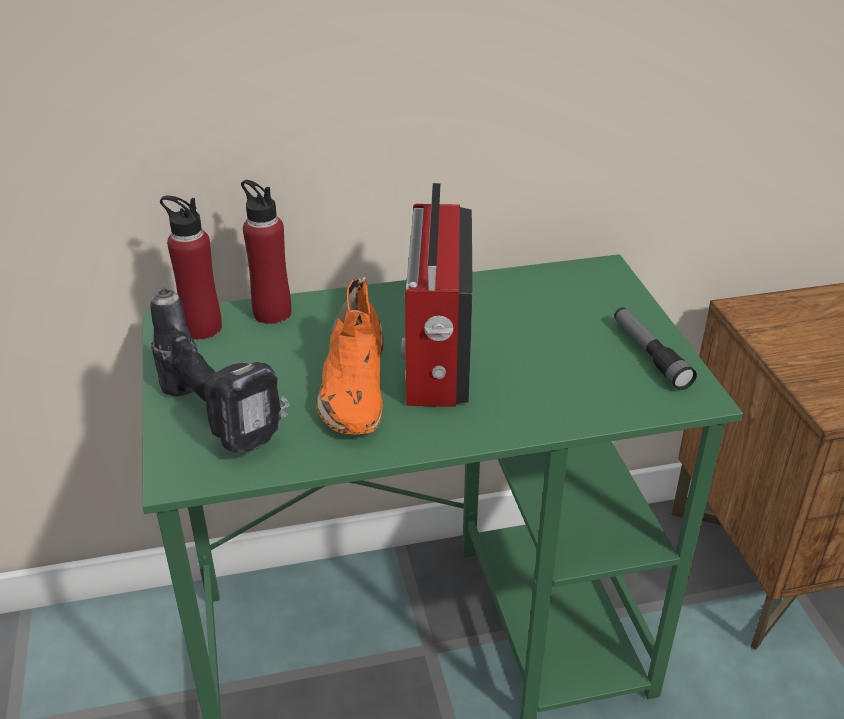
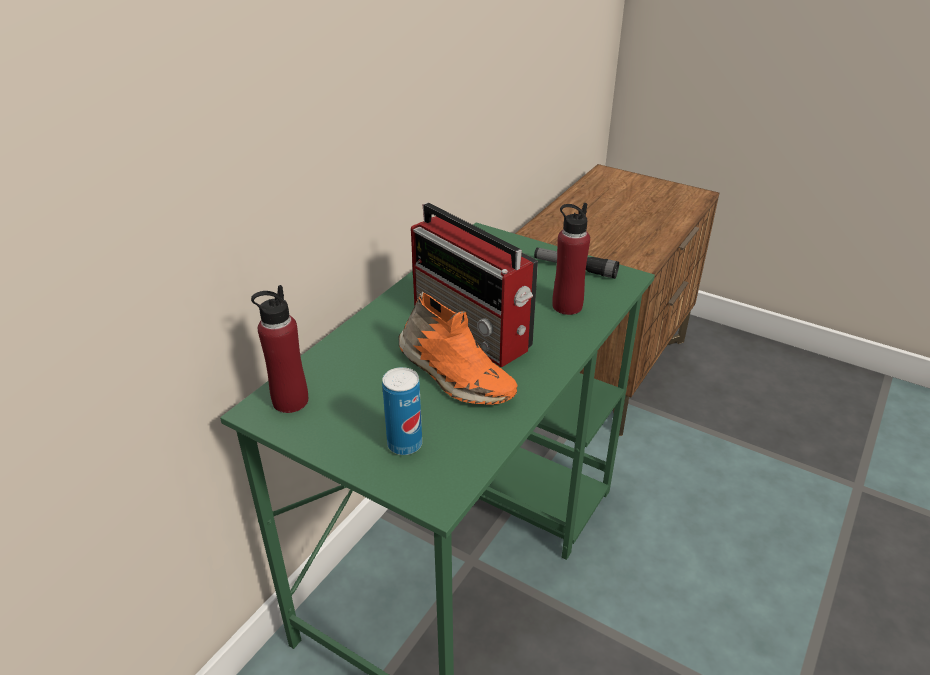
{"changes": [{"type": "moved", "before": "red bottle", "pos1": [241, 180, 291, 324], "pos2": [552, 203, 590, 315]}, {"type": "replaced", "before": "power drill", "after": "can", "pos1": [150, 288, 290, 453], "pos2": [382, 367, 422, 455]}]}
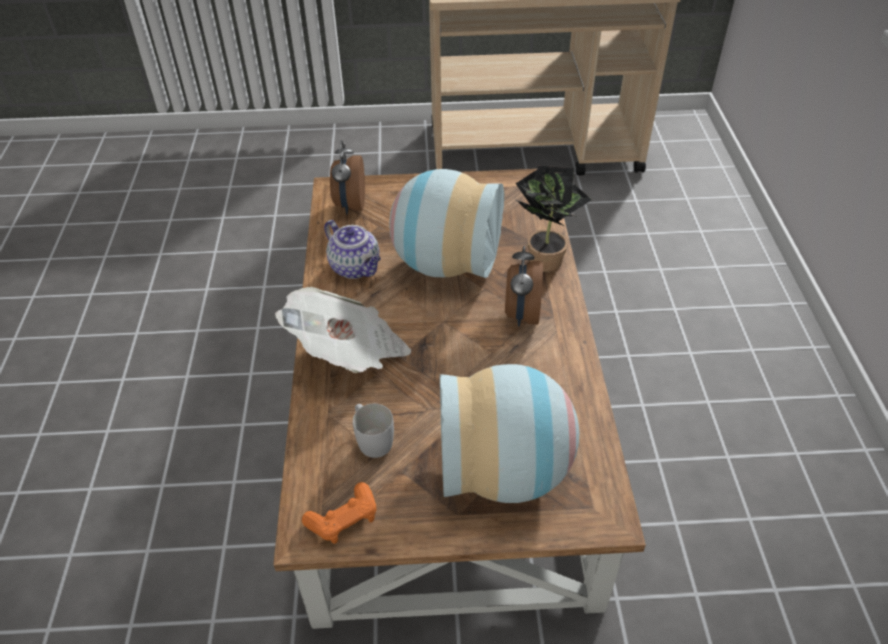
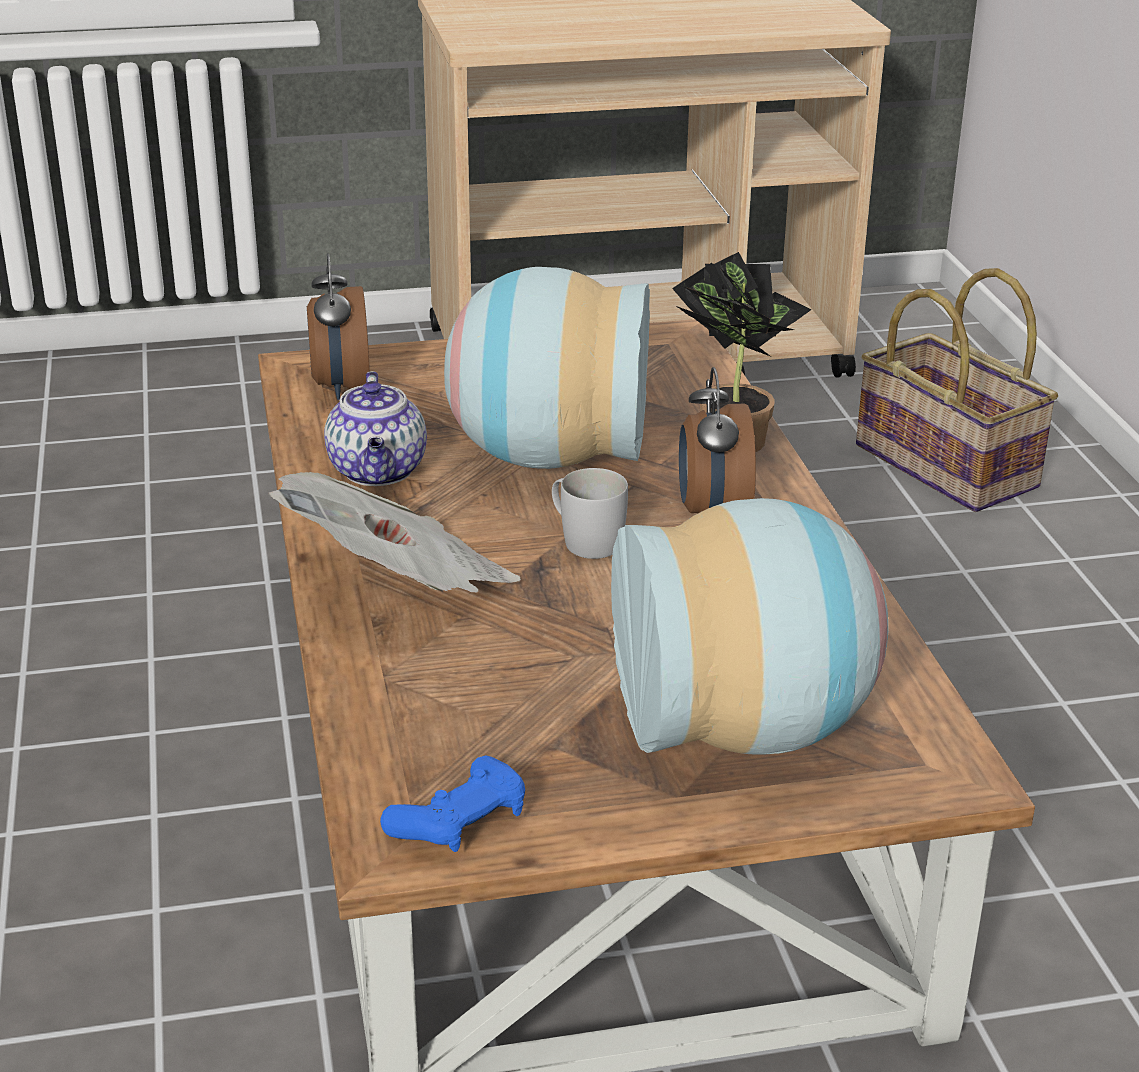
{"changes": [{"type": "added", "after": "basket", "pos2": [856, 268, 1058, 512]}, {"type": "moved", "before": "white mug", "pos1": [353, 404, 394, 458], "pos2": [552, 468, 628, 559]}, {"type": "recoloured", "before": "orange game controller", "after": "blue game controller", "pos1": [302, 482, 376, 544], "pos2": [380, 755, 525, 852]}, {"type": "turned", "before": "teapot", "pos1": [324, 220, 381, 279], "pos2": [324, 371, 427, 486], "turn": 45}]}
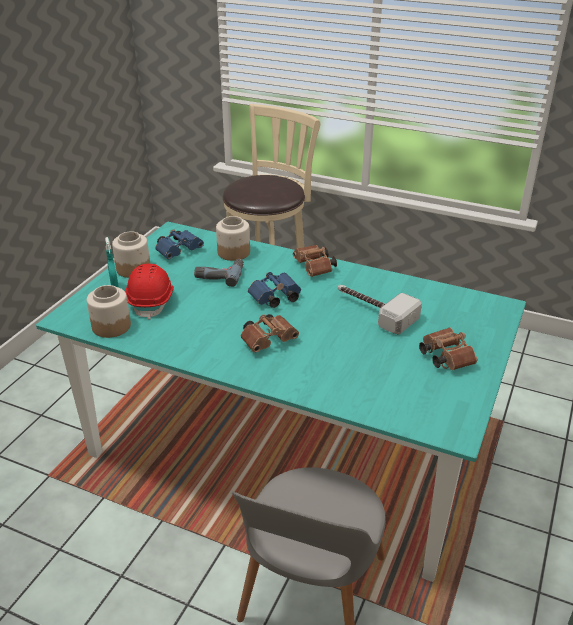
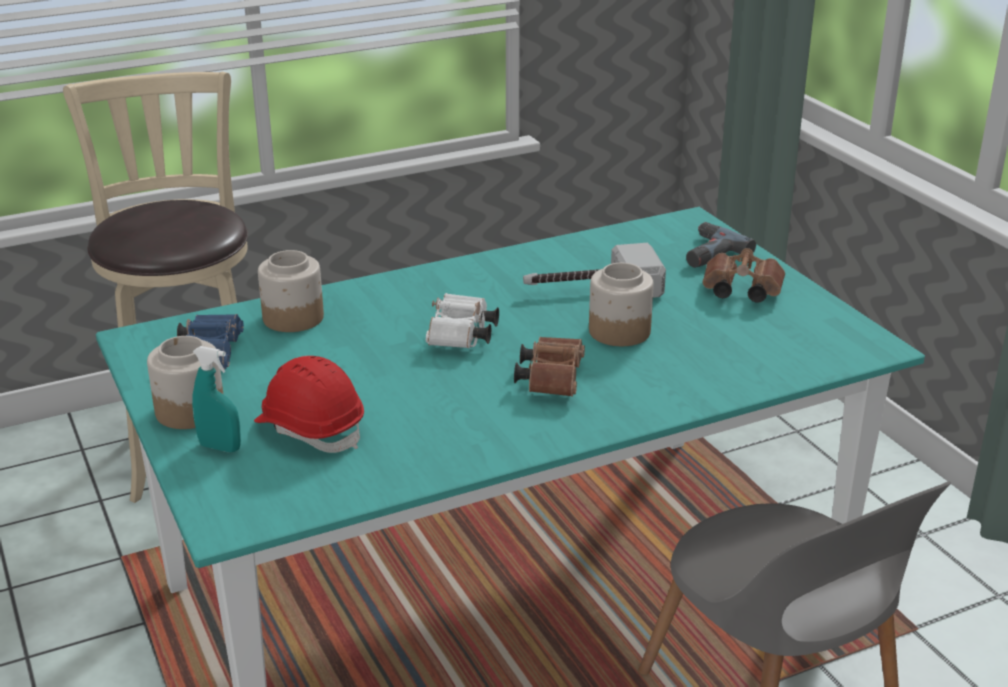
{"changes": [{"type": "removed", "before": "brown binoculars", "pos1": [293, 245, 337, 277]}, {"type": "moved", "before": "jar", "pos1": [87, 285, 131, 338], "pos2": [589, 263, 654, 346]}, {"type": "moved", "before": "power drill", "pos1": [194, 259, 244, 287], "pos2": [686, 222, 756, 268]}, {"type": "recoloured", "before": "blue binoculars", "after": "white binoculars", "pos1": [248, 272, 301, 308], "pos2": [426, 293, 499, 348]}]}
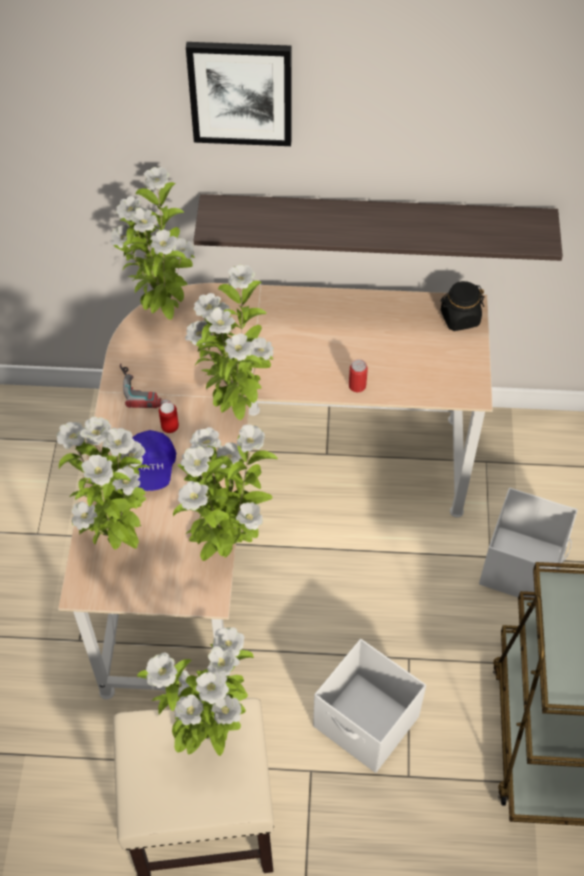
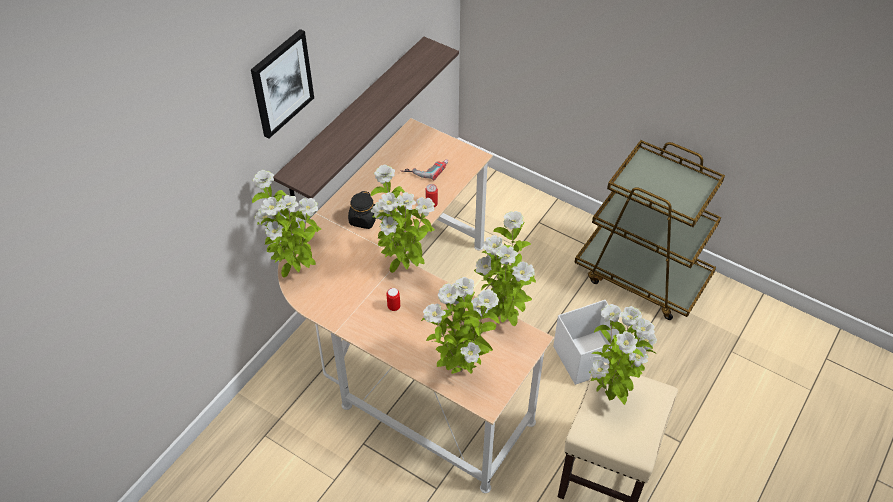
{"changes": [{"type": "removed", "before": "blue cap", "pos1": [128, 430, 176, 491]}, {"type": "removed", "before": "white storage box", "pos1": [479, 488, 578, 598]}, {"type": "moved", "before": "power drill", "pos1": [120, 363, 172, 408], "pos2": [400, 159, 448, 180]}, {"type": "moved", "before": "black jar", "pos1": [440, 281, 485, 331], "pos2": [348, 191, 376, 229]}]}
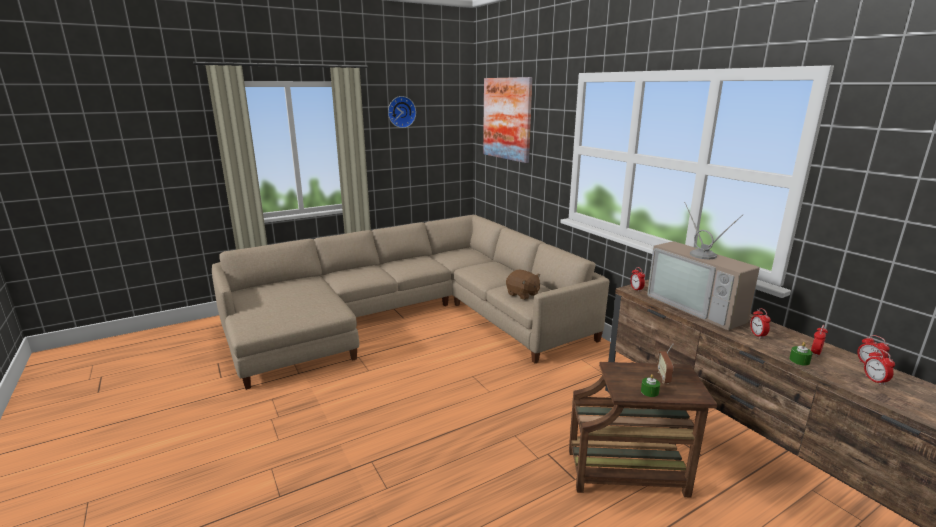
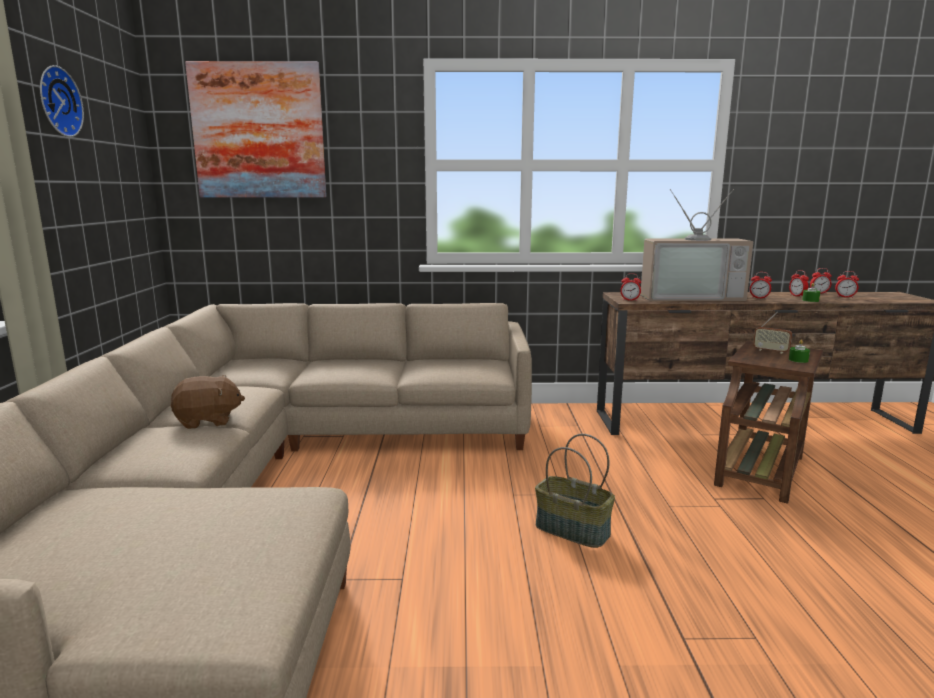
{"changes": [{"type": "added", "after": "basket", "pos2": [535, 434, 615, 548]}, {"type": "moved", "before": "brown plush toy", "pos1": [506, 269, 540, 300], "pos2": [170, 375, 245, 429]}]}
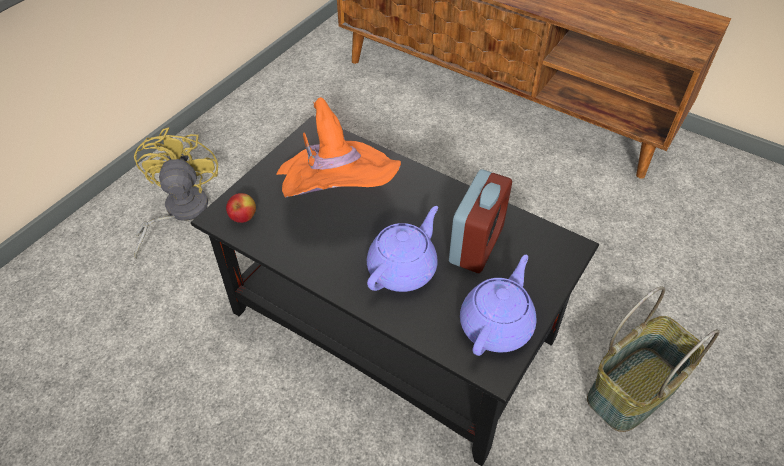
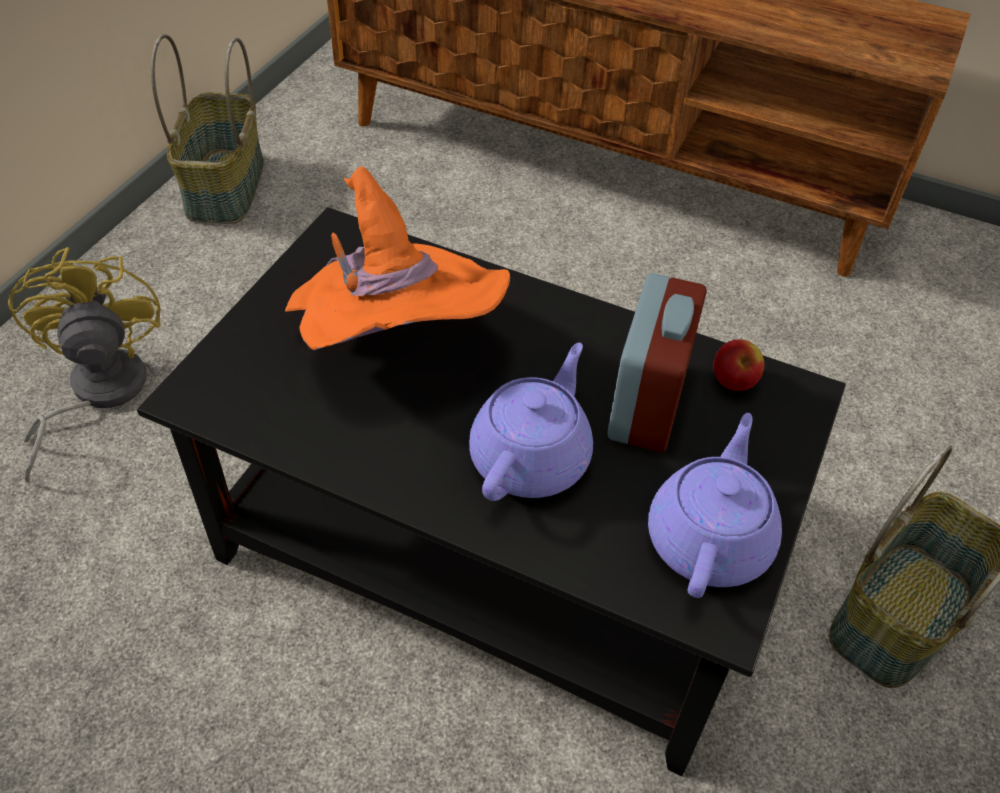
{"changes": [{"type": "added", "after": "basket", "pos2": [151, 34, 264, 224]}, {"type": "moved", "before": "apple", "pos1": [226, 193, 256, 223], "pos2": [713, 339, 764, 391]}]}
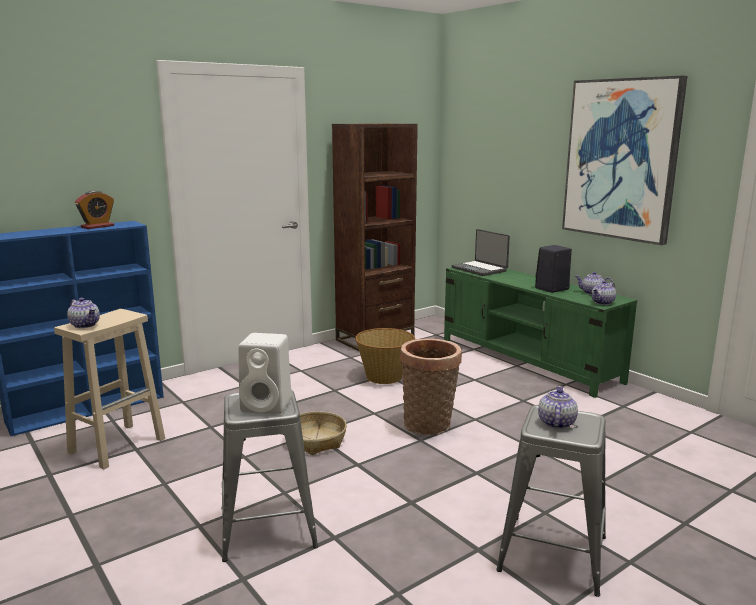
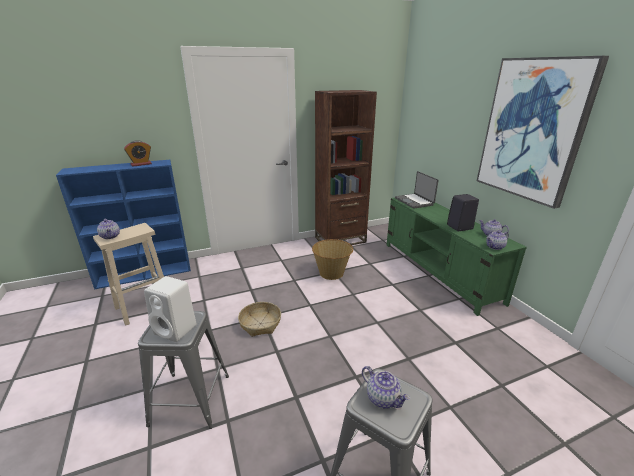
{"changes": [{"type": "removed", "before": "basket", "pos1": [400, 338, 462, 435]}, {"type": "turned", "before": "teapot", "pos1": [538, 386, 578, 429], "pos2": [362, 366, 410, 409], "turn": 105}]}
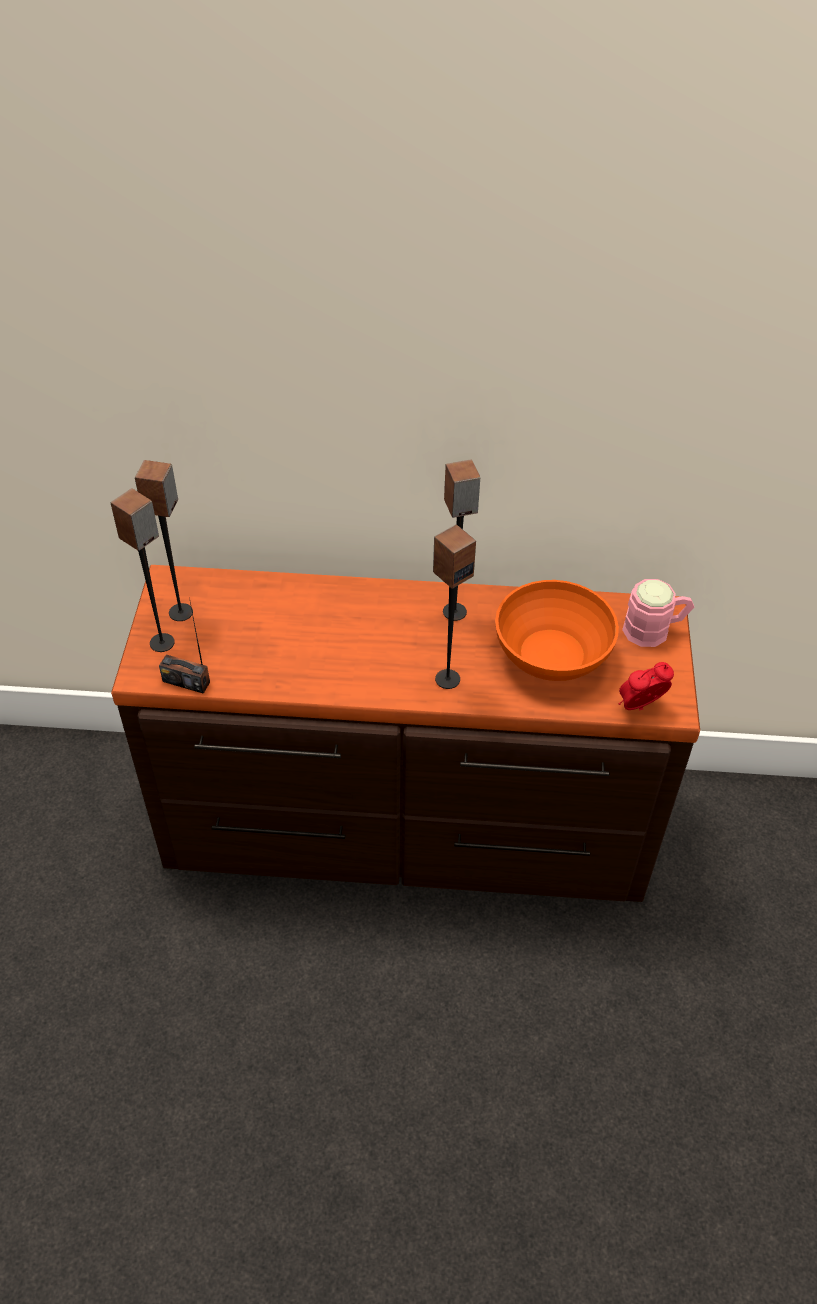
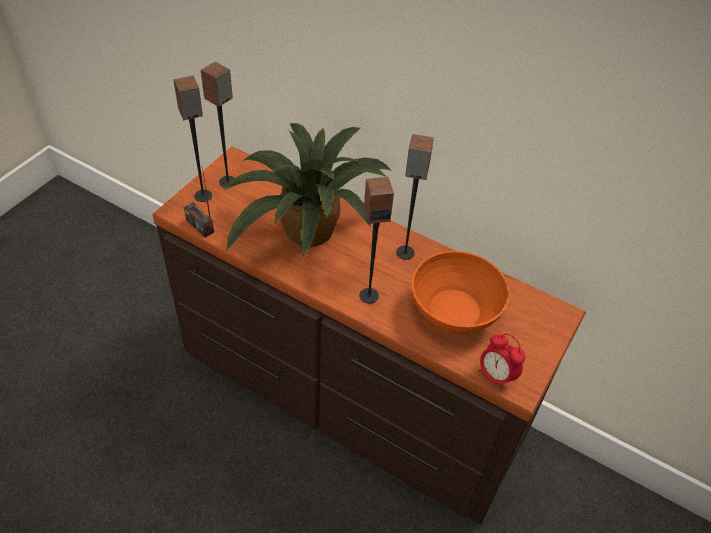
{"changes": [{"type": "removed", "before": "pink mug", "pos1": [622, 579, 695, 647]}, {"type": "added", "after": "potted plant", "pos2": [224, 123, 392, 257]}, {"type": "turned", "before": "alarm clock", "pos1": [619, 662, 674, 710], "pos2": [479, 333, 526, 391], "turn": -135}]}
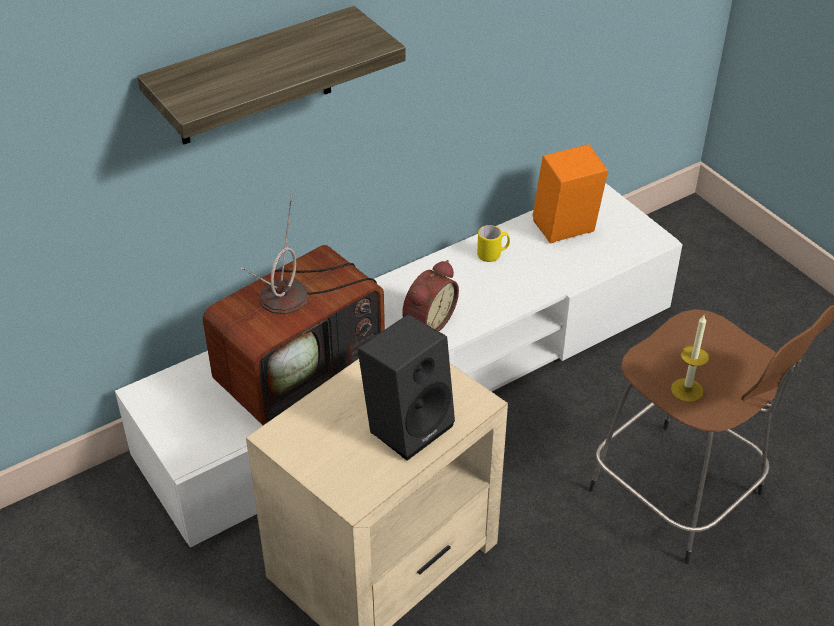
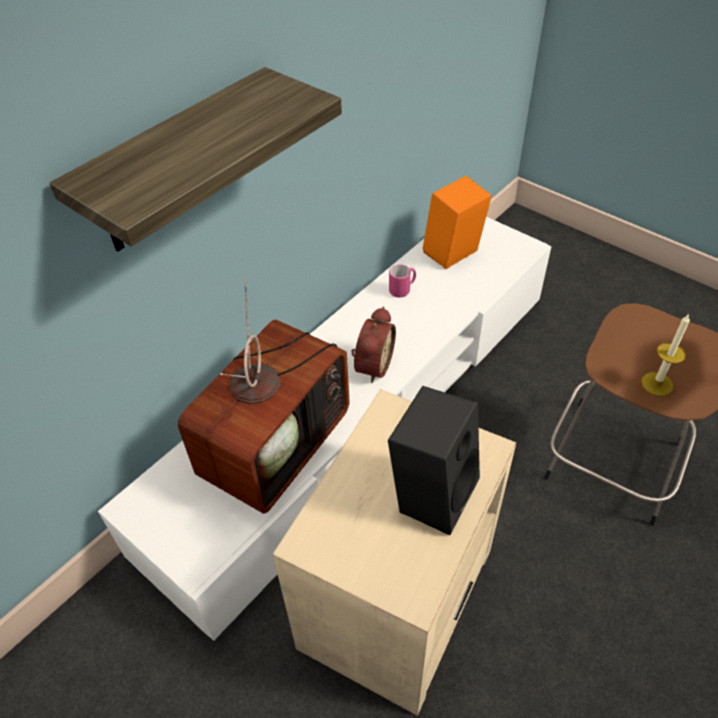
{"changes": [{"type": "recoloured", "before": "yellow mug", "after": "pink mug", "pos1": [477, 225, 510, 262], "pos2": [389, 264, 416, 298]}]}
